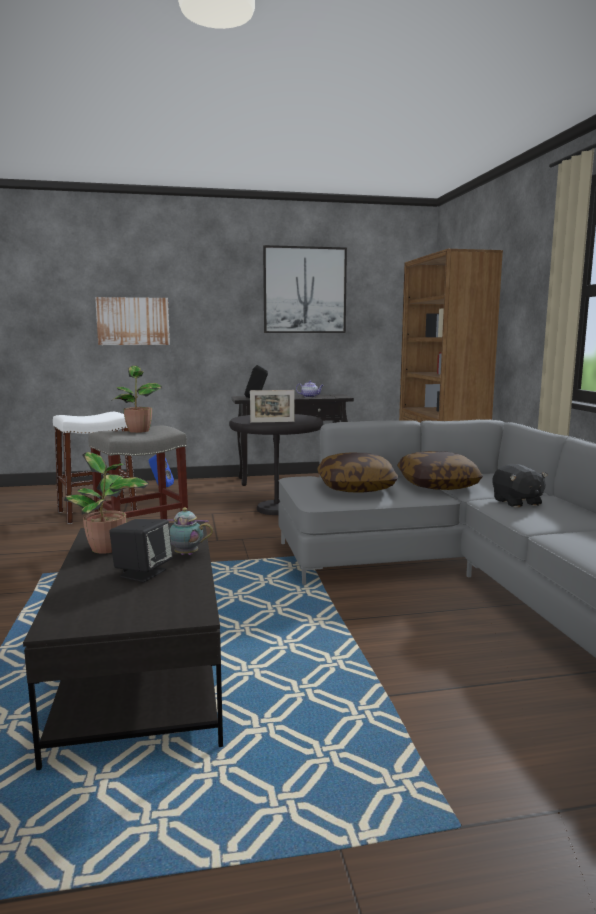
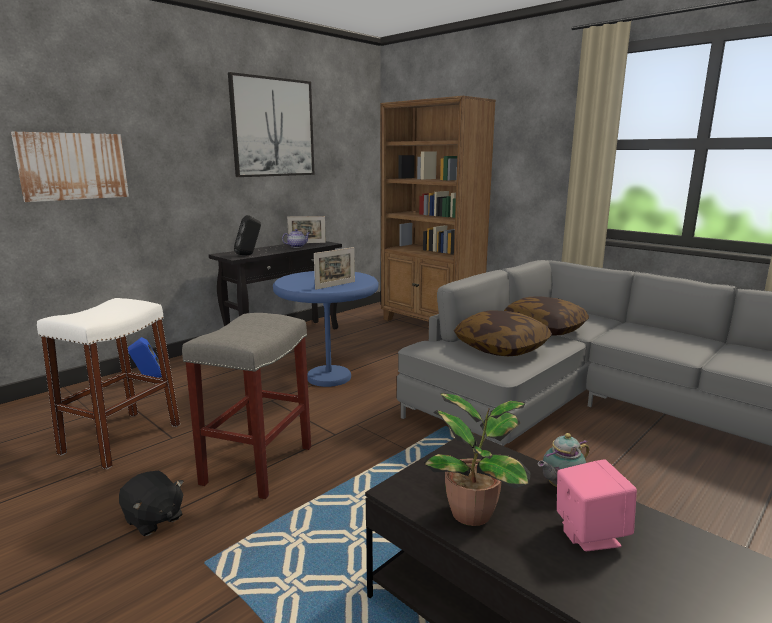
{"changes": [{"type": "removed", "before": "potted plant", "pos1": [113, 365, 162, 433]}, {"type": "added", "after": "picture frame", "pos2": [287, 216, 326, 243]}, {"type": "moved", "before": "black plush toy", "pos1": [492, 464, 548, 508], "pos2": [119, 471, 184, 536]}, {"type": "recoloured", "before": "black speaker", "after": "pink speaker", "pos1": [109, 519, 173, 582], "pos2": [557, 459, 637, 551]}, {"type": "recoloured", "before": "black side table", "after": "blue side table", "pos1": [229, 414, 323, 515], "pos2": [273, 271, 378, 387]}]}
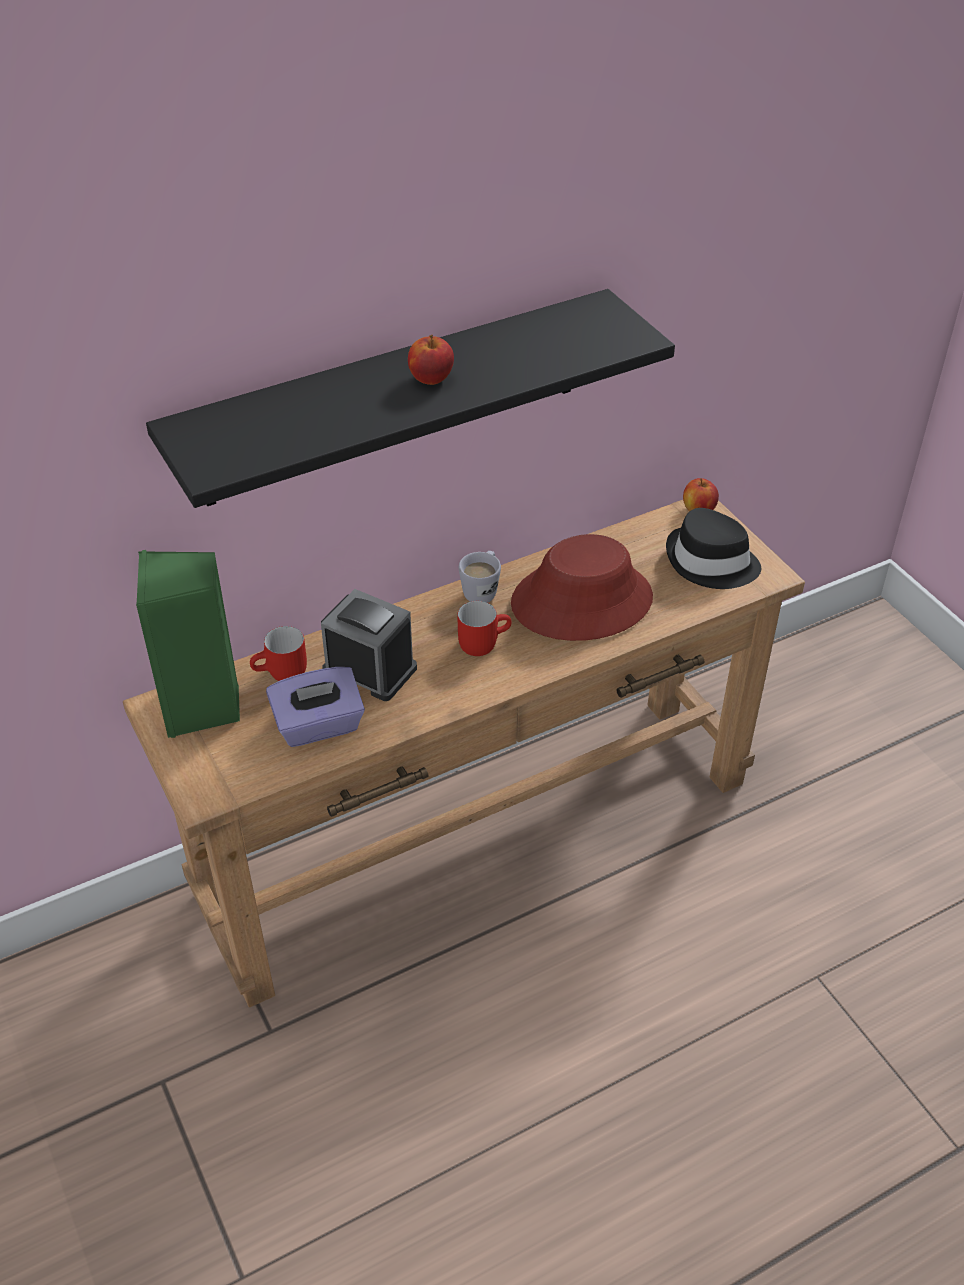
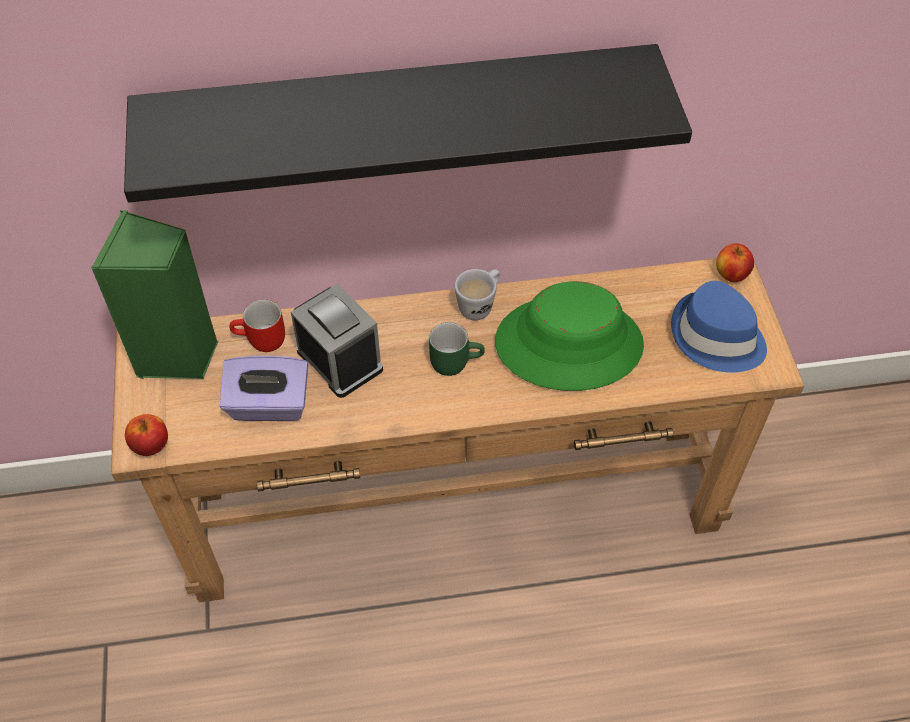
{"changes": [{"type": "moved", "before": "apple", "pos1": [408, 335, 454, 385], "pos2": [125, 414, 168, 456]}, {"type": "recoloured", "before": "red mug", "after": "green mug", "pos1": [457, 601, 512, 656], "pos2": [429, 322, 485, 376]}, {"type": "recoloured", "before": "red hat", "after": "green hat", "pos1": [511, 534, 653, 641], "pos2": [495, 281, 644, 391]}, {"type": "recoloured", "before": "black hat", "after": "blue hat", "pos1": [666, 508, 761, 589], "pos2": [671, 281, 767, 373]}]}
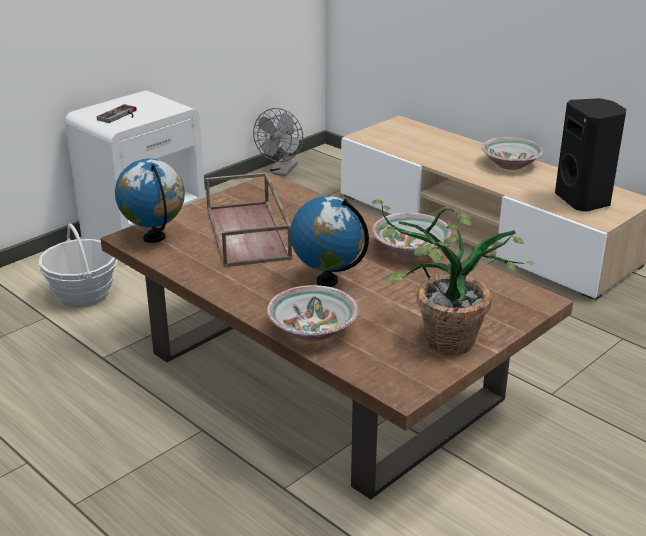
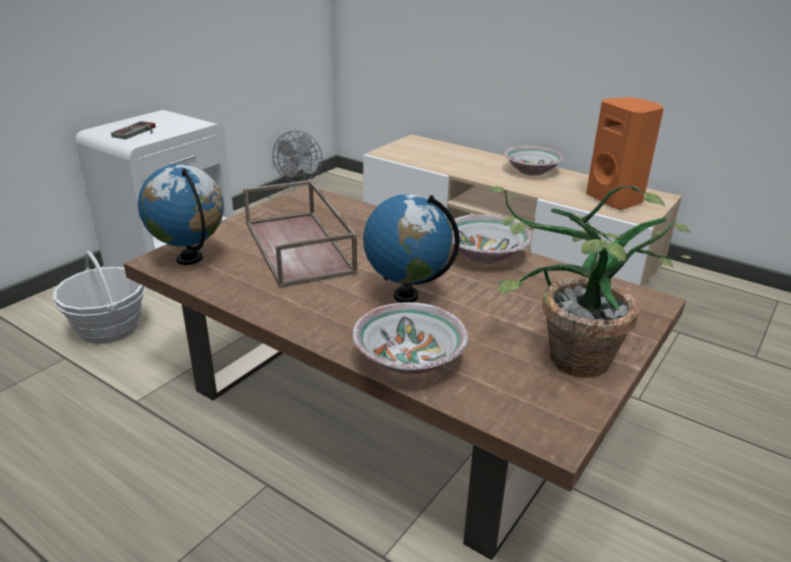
{"changes": [{"type": "recoloured", "before": "black speaker", "after": "orange speaker", "pos1": [555, 98, 626, 212], "pos2": [586, 97, 664, 209]}]}
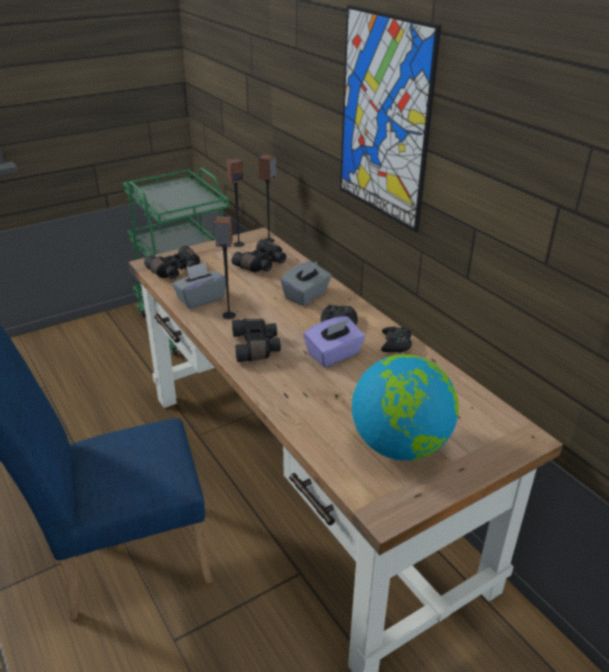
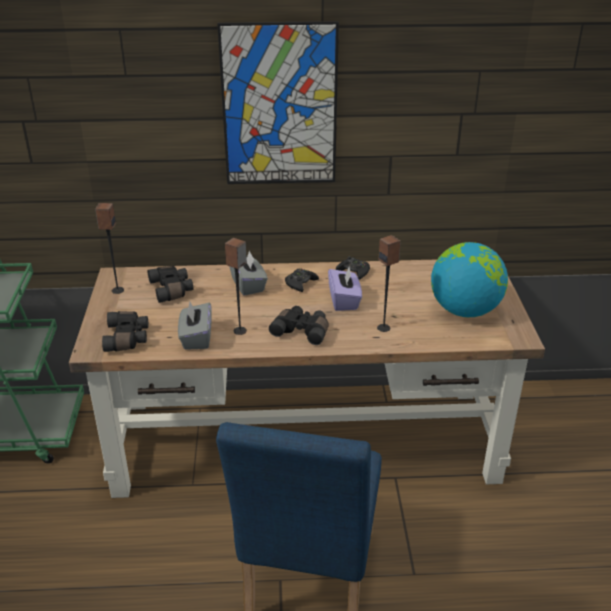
{"changes": [{"type": "moved", "before": "speaker", "pos1": [259, 155, 276, 243], "pos2": [377, 235, 401, 332]}]}
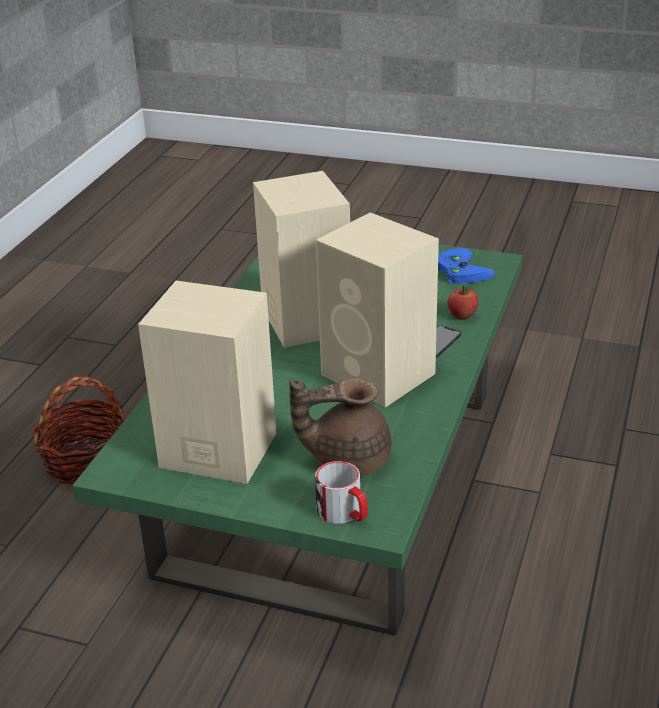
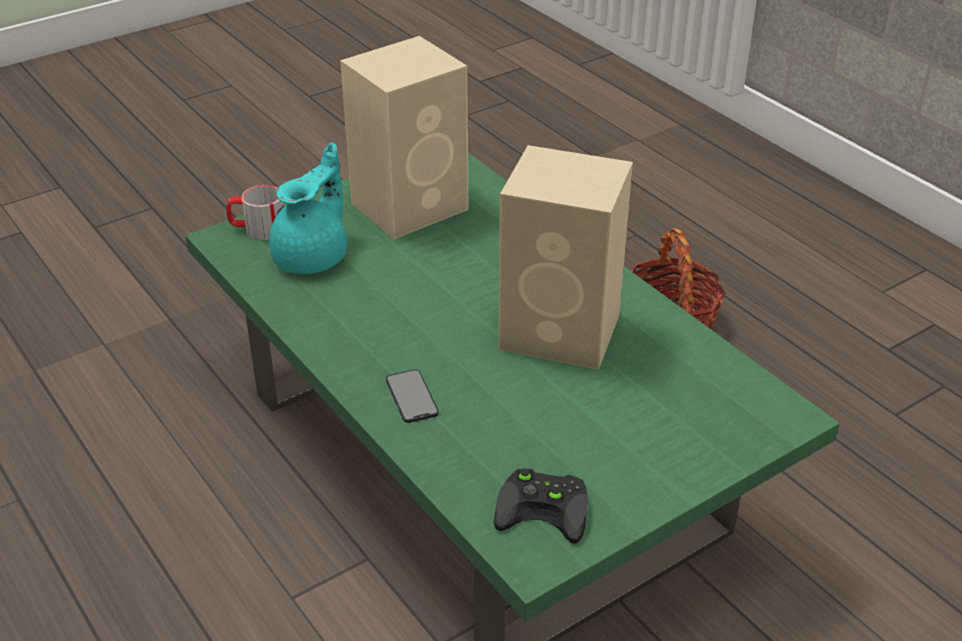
{"changes": [{"type": "removed", "before": "beige speaker", "pos1": [316, 213, 439, 407]}, {"type": "removed", "before": "apple", "pos1": [447, 286, 478, 320]}, {"type": "recoloured", "before": "brown teapot", "after": "turquoise teapot", "pos1": [289, 378, 392, 476], "pos2": [269, 142, 347, 274]}, {"type": "recoloured", "before": "blue game controller", "after": "black game controller", "pos1": [438, 248, 495, 284], "pos2": [494, 468, 588, 543]}]}
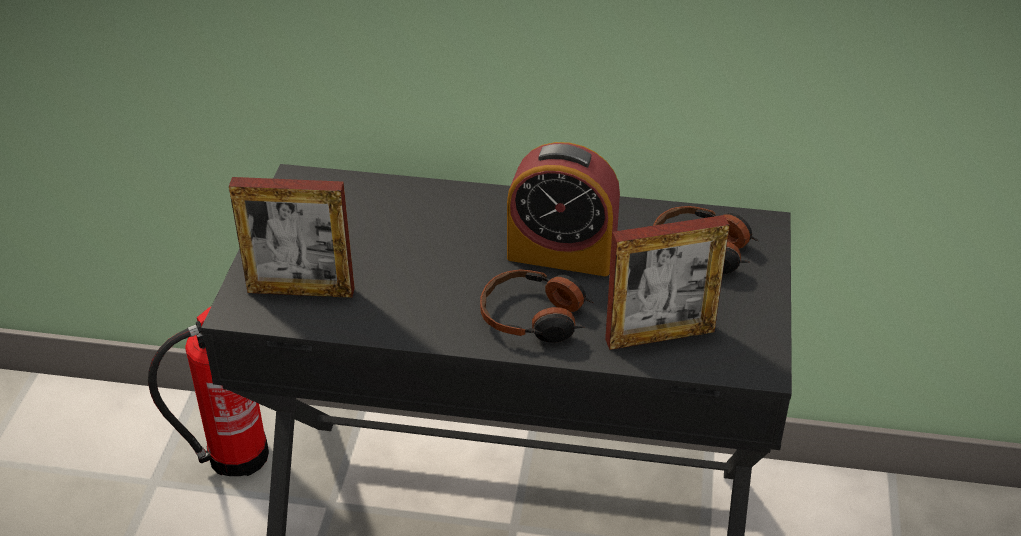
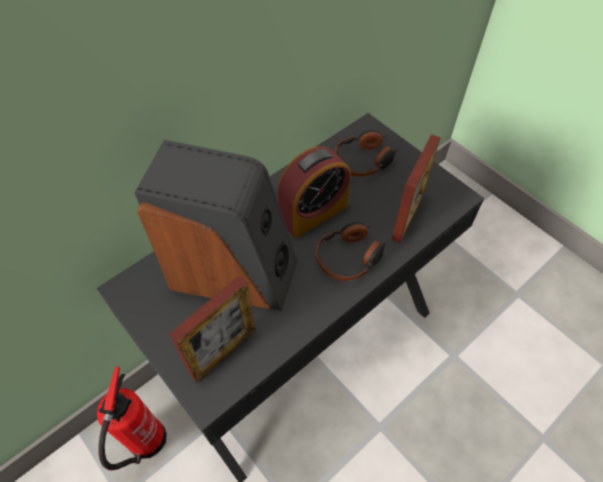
{"changes": [{"type": "added", "after": "speaker", "pos2": [134, 140, 298, 311]}]}
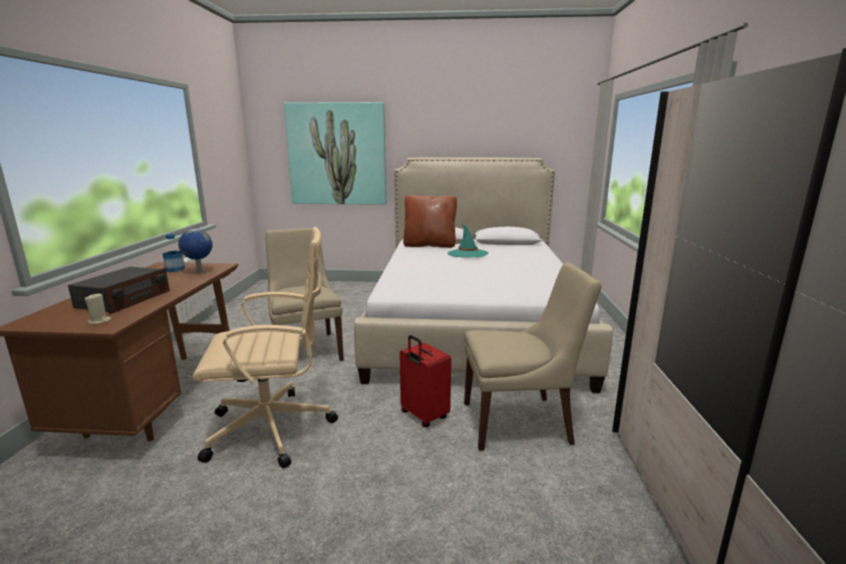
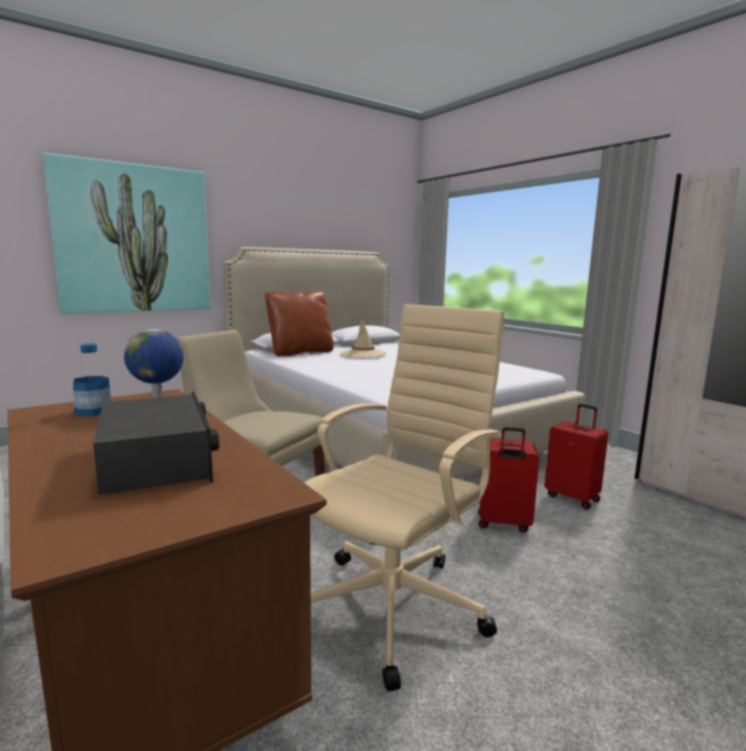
{"changes": [{"type": "removed", "before": "beige candle", "pos1": [85, 293, 111, 324]}, {"type": "replaced", "before": "beige chair", "after": "red suitcase", "pos1": [464, 262, 602, 451], "pos2": [544, 404, 608, 509]}, {"type": "recoloured", "before": "turquoise hat", "after": "beige hat", "pos1": [447, 224, 488, 258], "pos2": [340, 320, 387, 358]}]}
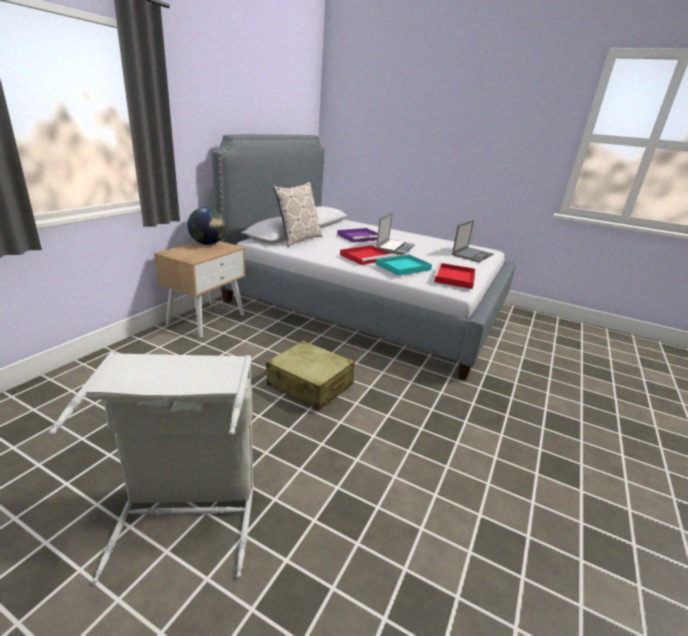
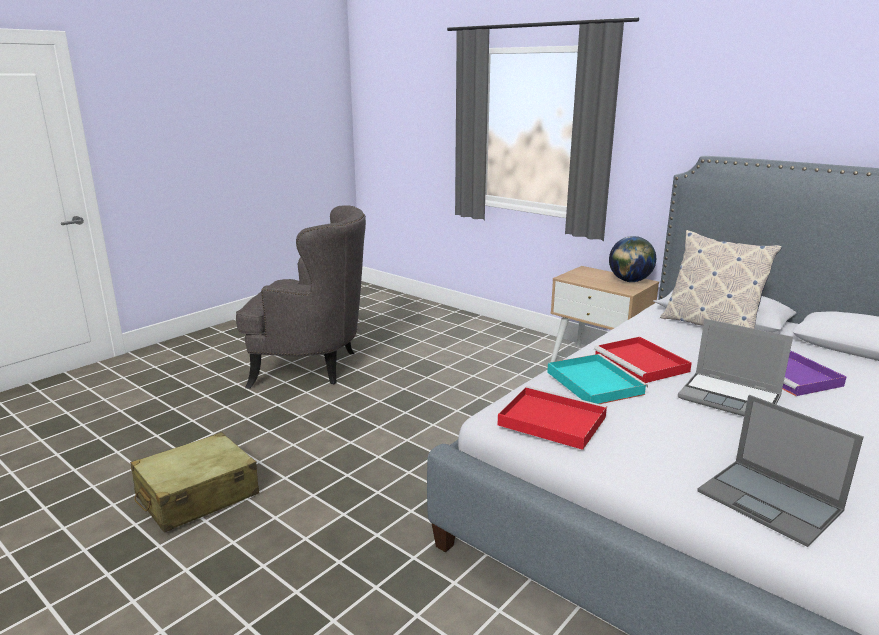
{"changes": [{"type": "moved", "before": "beige suitcase", "pos1": [266, 341, 355, 410], "pos2": [130, 432, 259, 533]}, {"type": "replaced", "before": "grey laundry basket", "after": "grey armchair", "pos1": [49, 352, 254, 584], "pos2": [236, 205, 366, 389]}]}
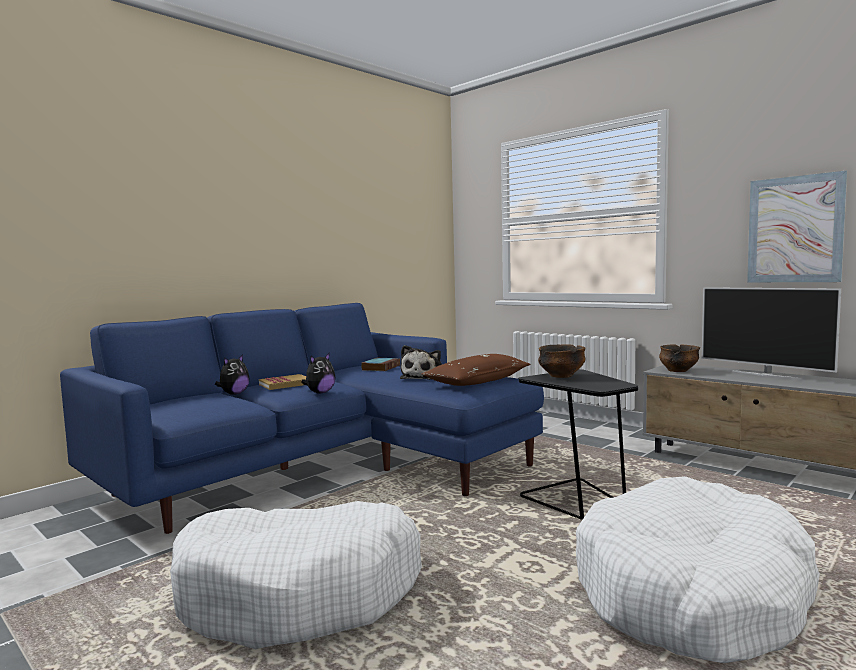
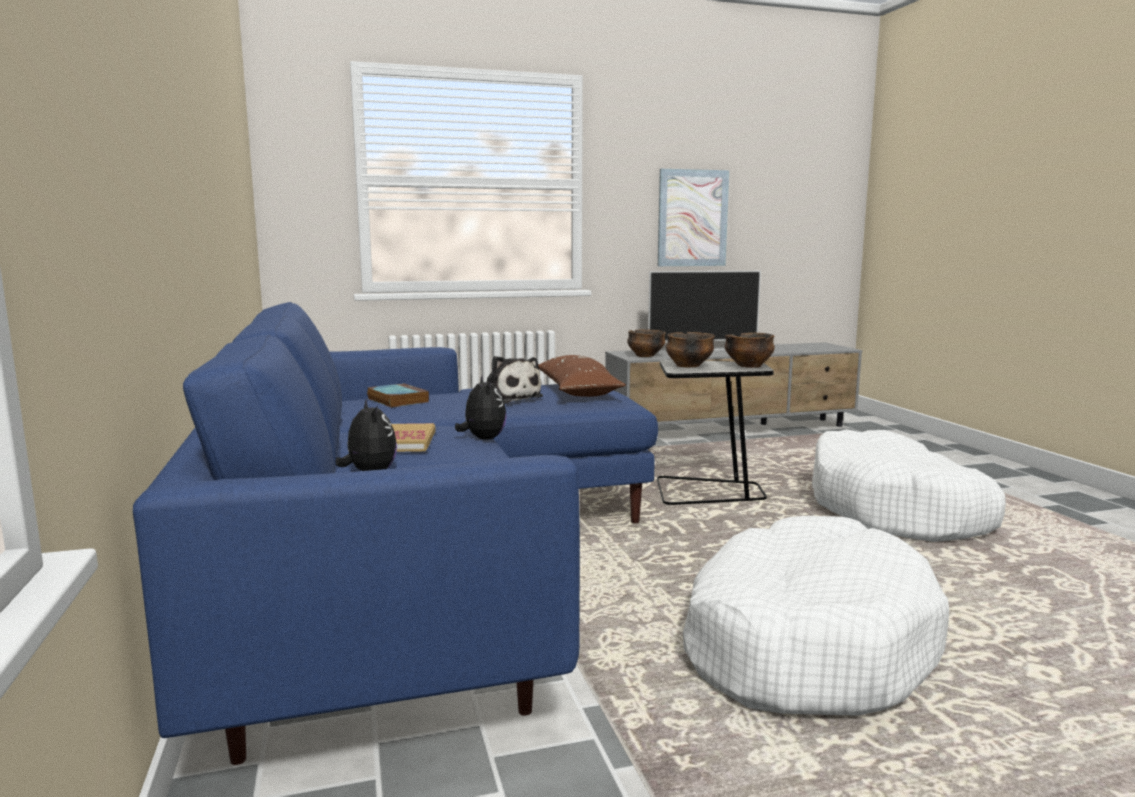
{"changes": [{"type": "added", "after": "bowl", "pos2": [725, 333, 775, 368]}]}
